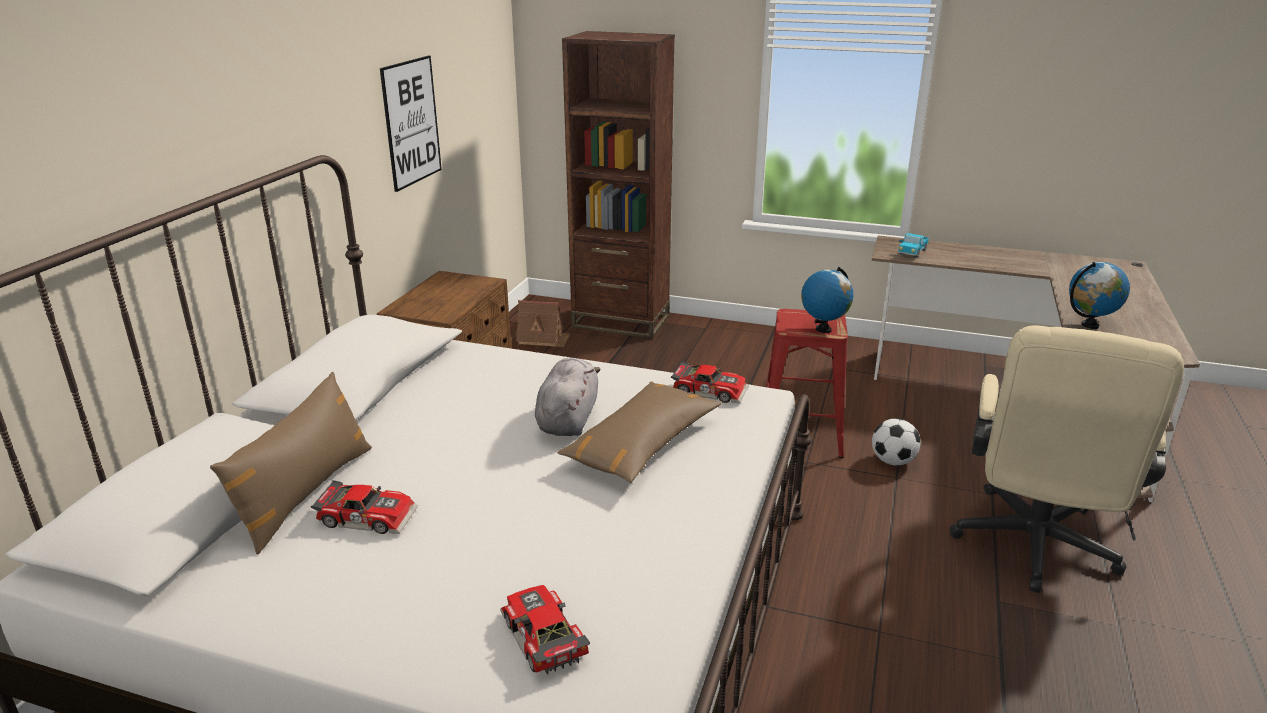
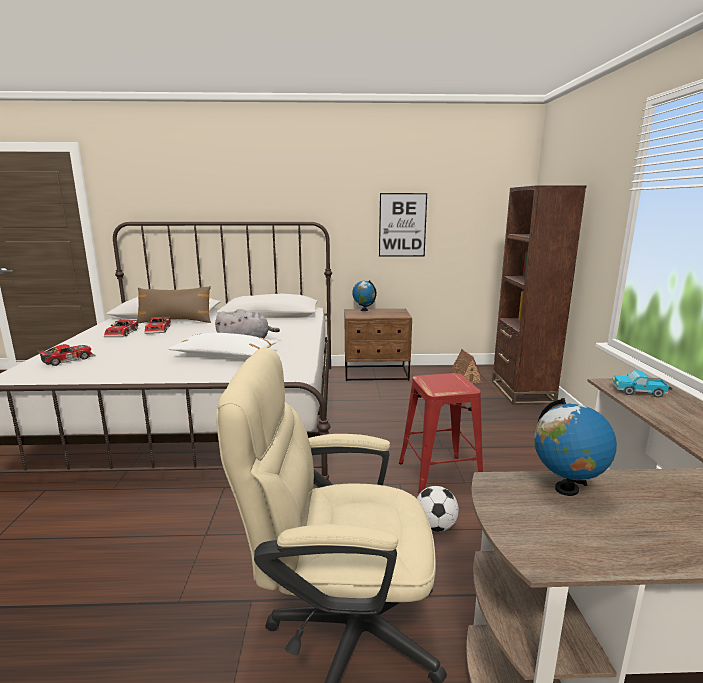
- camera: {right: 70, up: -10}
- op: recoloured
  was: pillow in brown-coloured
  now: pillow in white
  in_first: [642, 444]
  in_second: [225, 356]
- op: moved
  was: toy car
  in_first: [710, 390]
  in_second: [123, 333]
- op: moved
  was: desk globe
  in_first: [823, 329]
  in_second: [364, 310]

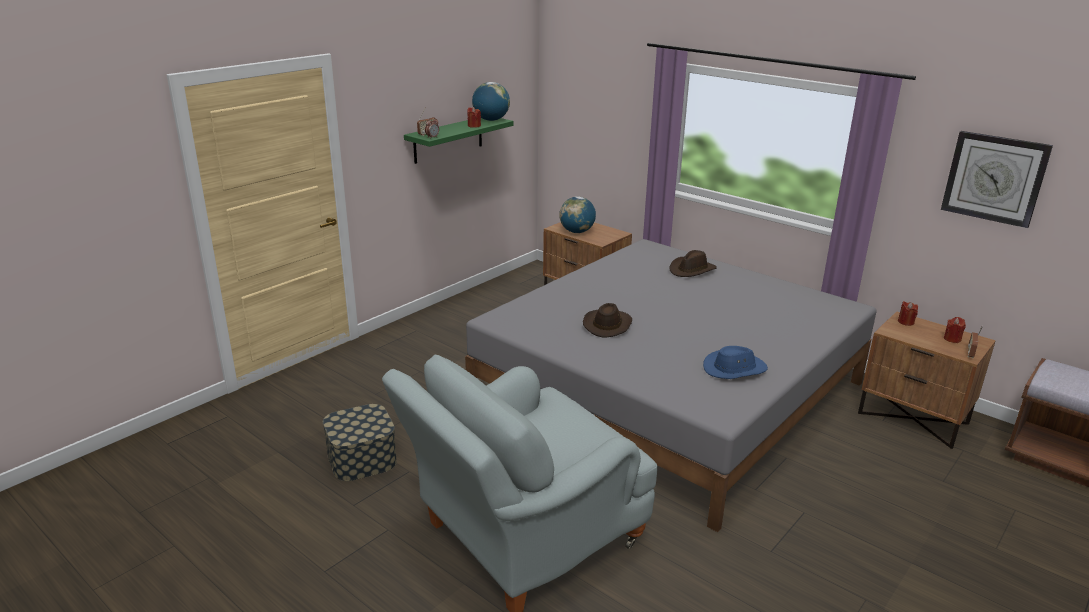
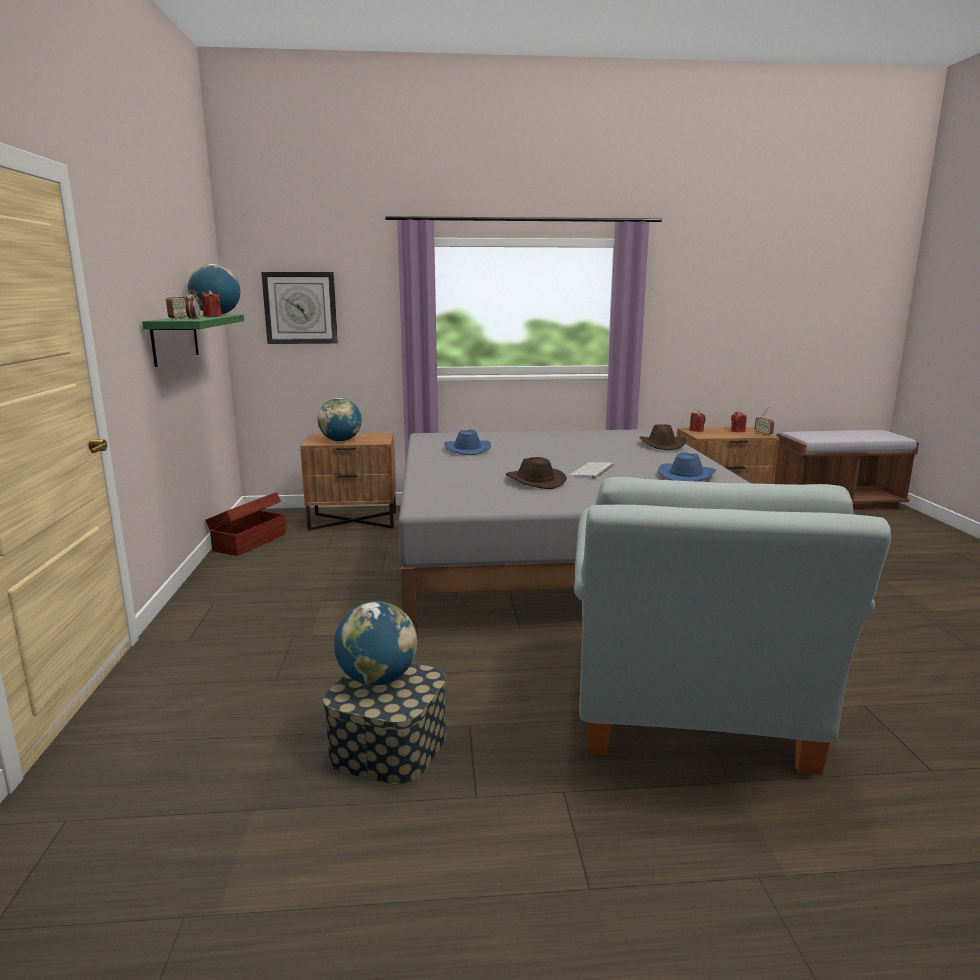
- camera: {right: -45, up: -10}
- op: moved
  was: hat in brown-coloured
  in_first: [692, 270]
  in_second: [662, 445]
- op: moved
  was: hanging clock
  in_first: [994, 178]
  in_second: [300, 308]
- op: added
  now: storage bin in brown-coloured
  in_second: [248, 542]
- op: added
  now: desk globe
  in_second: [377, 679]
- op: added
  now: hat in blue-coloured
  in_second: [467, 449]
- op: added
  now: computer keyboard
  in_second: [592, 471]

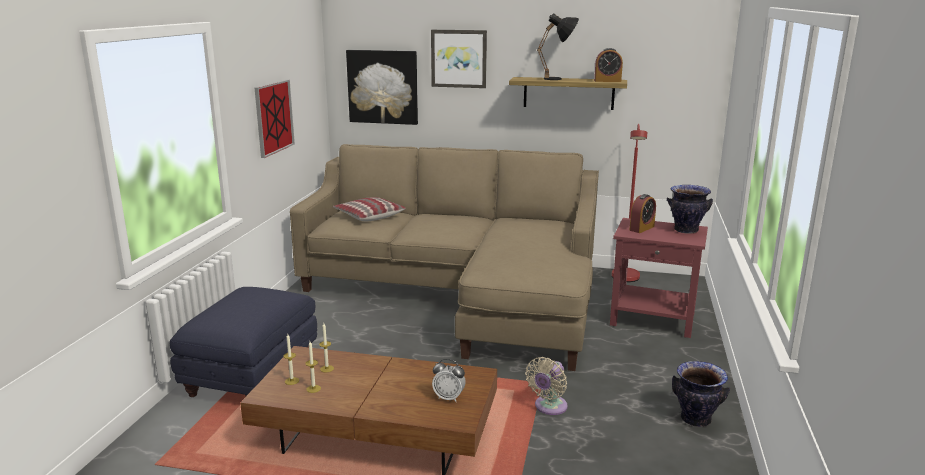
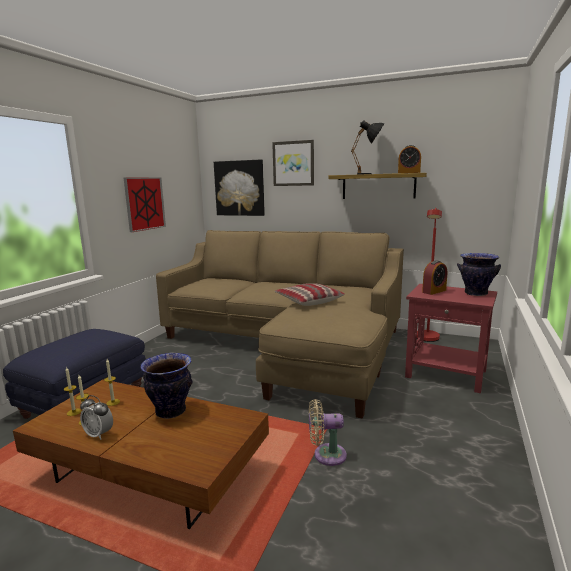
- camera: {right: 10, up: -5}
- op: moved
  was: pillow
  in_first: [369, 216]
  in_second: [308, 301]
- op: moved
  was: alarm clock
  in_first: [449, 398]
  in_second: [99, 434]
- op: turned
  was: cooling fan in beige-coloured
  in_first: [549, 407]
  in_second: [326, 455]
  clockwise: 45
- op: moved
  was: vase
  in_first: [695, 420]
  in_second: [170, 412]

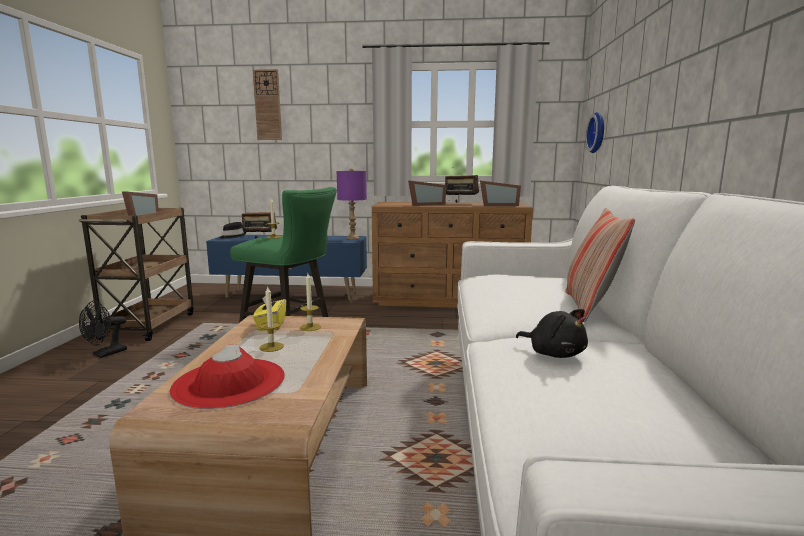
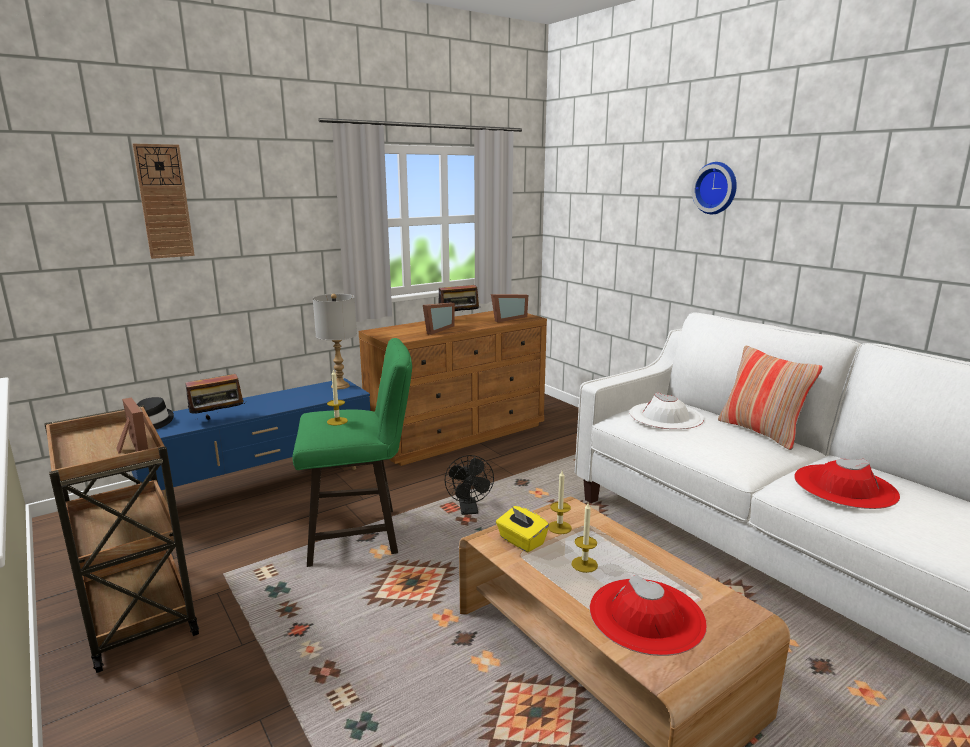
- camera: {right: -40, up: 5}
- op: moved
  was: cooling fan in black-coloured
  in_first: [105, 354]
  in_second: [469, 510]
- op: recoloured
  was: table lamp in purple
  now: table lamp in grey
  in_first: [353, 238]
  in_second: [340, 386]
- op: replaced
  was: plush toy in black-coloured
  now: hat in reddish
  in_first: [554, 353]
  in_second: [844, 486]
- op: moved
  was: hanging clock
  in_first: [598, 132]
  in_second: [716, 188]
- op: added
  now: hat in white
  in_second: [666, 416]

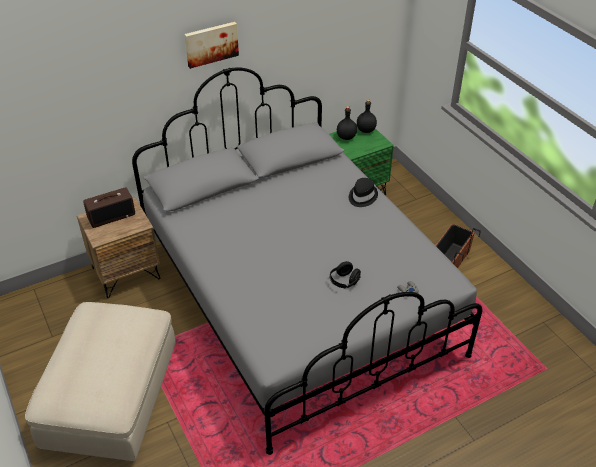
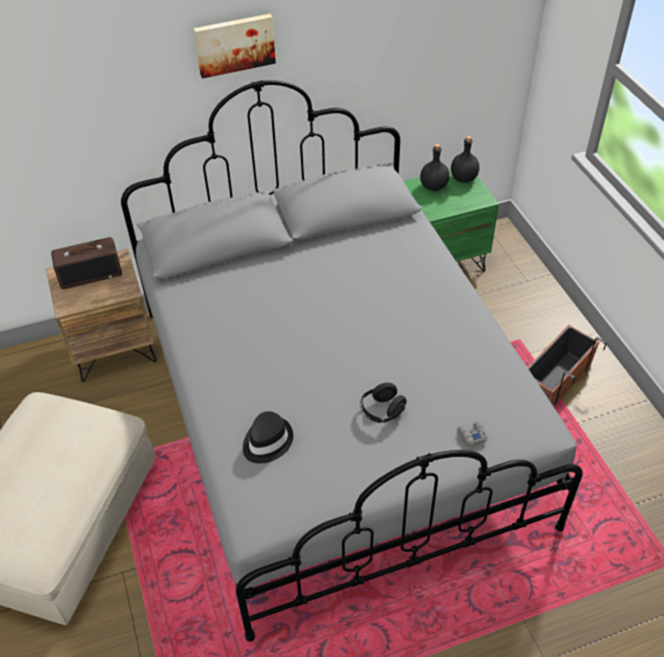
- camera: {right: 10, up: 5}
- op: moved
  was: hat in black-coloured
  in_first: [362, 196]
  in_second: [266, 441]

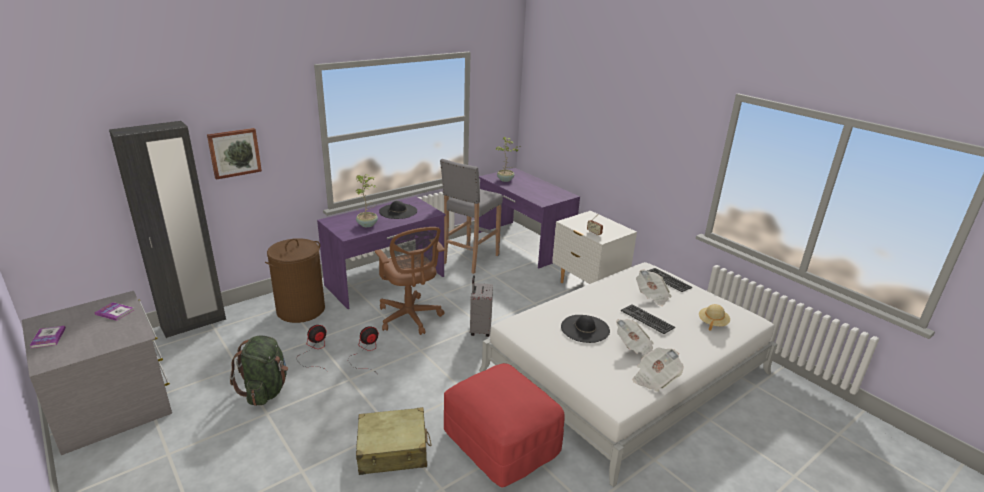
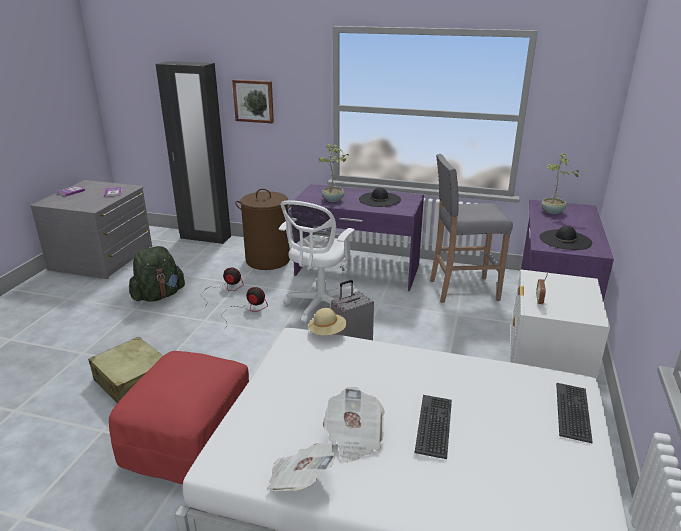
- camera: {right: 55, up: 0}
- op: recoloured
  was: computer chair in brown-coloured
  now: computer chair in white
  in_first: [410, 318]
  in_second: [320, 306]
- op: moved
  was: hat in black-coloured
  in_first: [585, 328]
  in_second: [565, 240]
- op: removed
  was: daily paper
  in_first: [652, 296]
- op: moved
  was: hat in beige-coloured
  in_first: [712, 323]
  in_second: [327, 332]

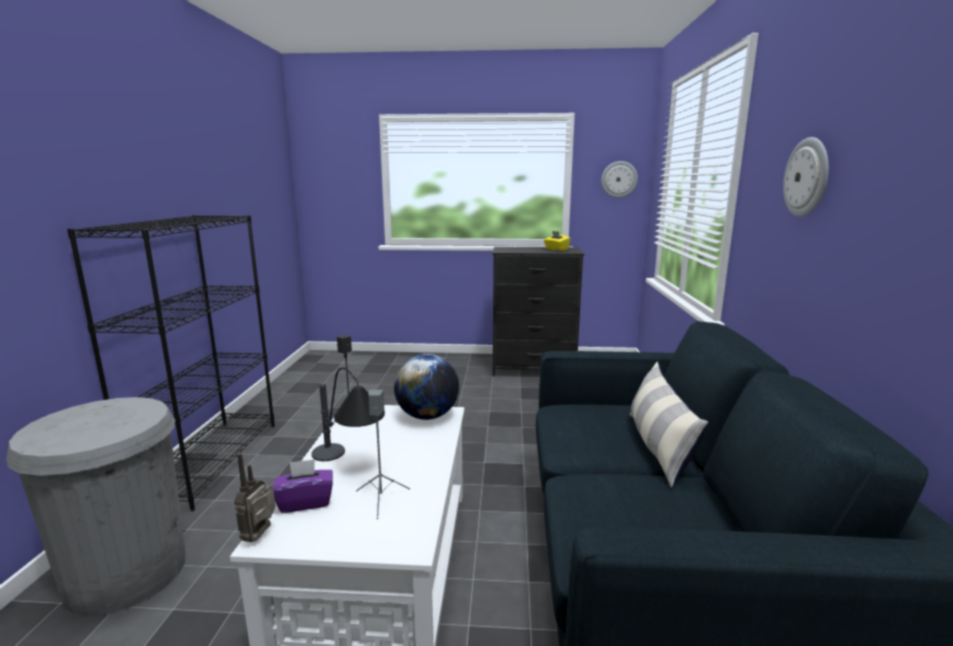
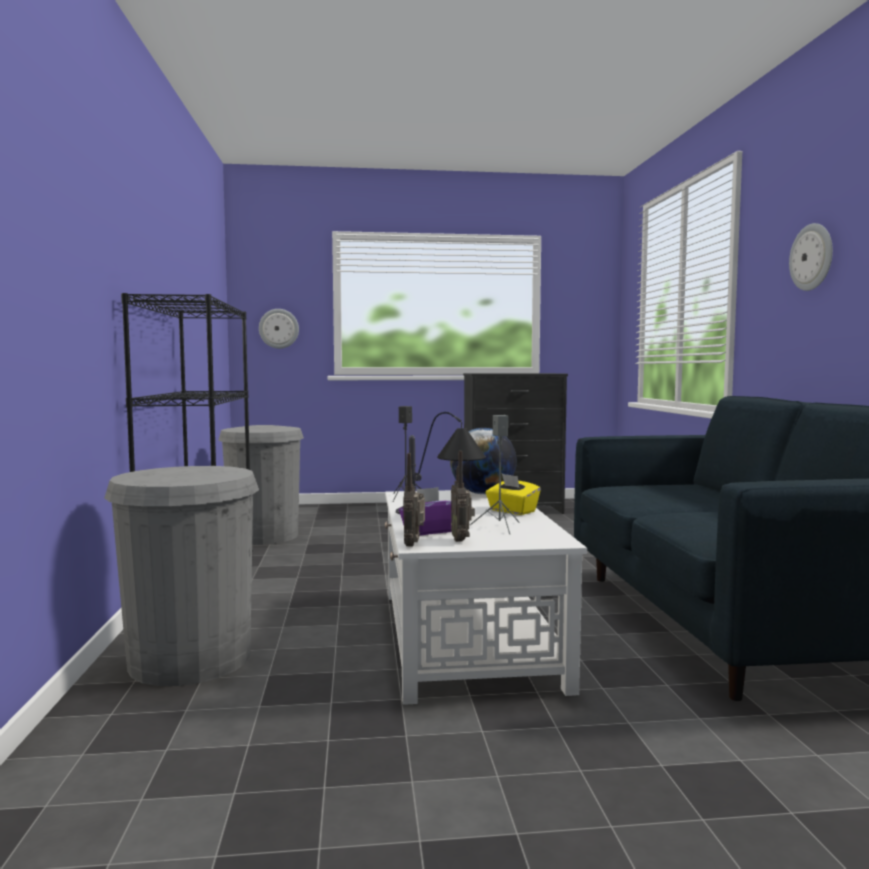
- camera: {right: -10, up: -10}
- op: moved
  was: tissue holder in yellow
  in_first: [556, 249]
  in_second: [512, 511]
- op: moved
  was: hanging clock
  in_first: [619, 179]
  in_second: [279, 328]
- op: removed
  was: pillow
  in_first: [658, 447]
- op: added
  now: waste bin in grey
  in_second: [263, 536]
- op: added
  now: radio
  in_second: [462, 540]

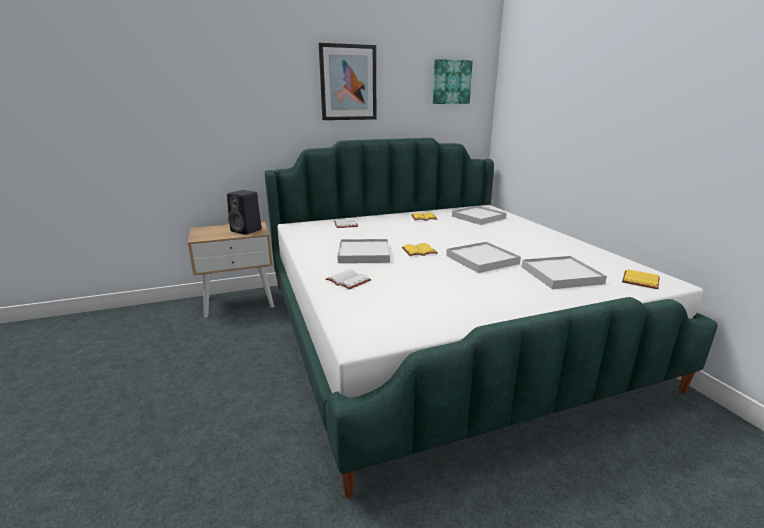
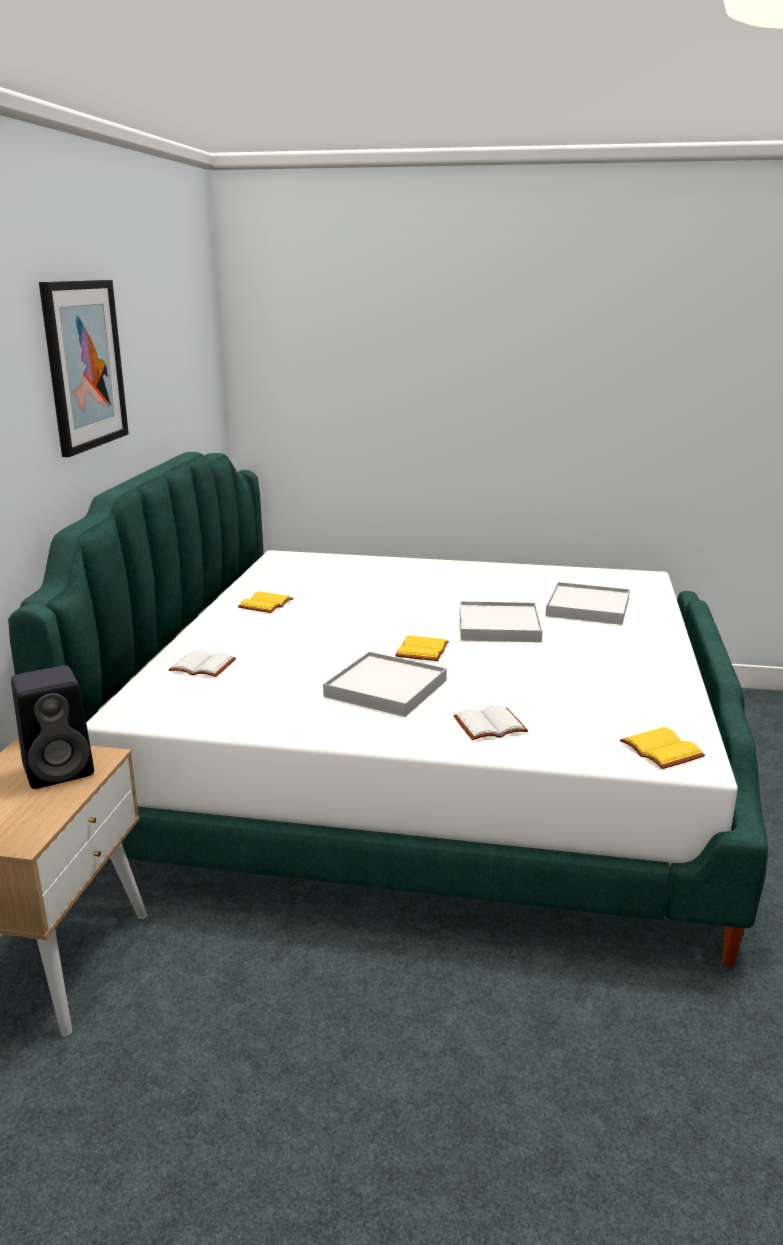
- camera: {right: -60, up: 0}
- op: removed
  was: wall art
  in_first: [451, 82]
- op: removed
  was: carrying tray in white
  in_first: [478, 217]
- op: moved
  was: bound book in yellow
  in_first: [639, 280]
  in_second: [659, 750]

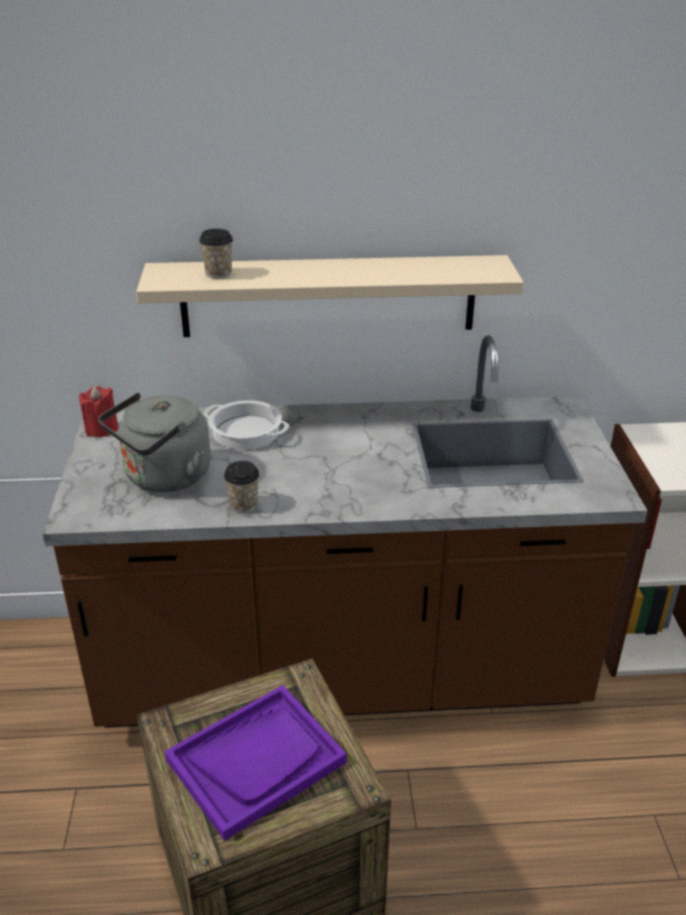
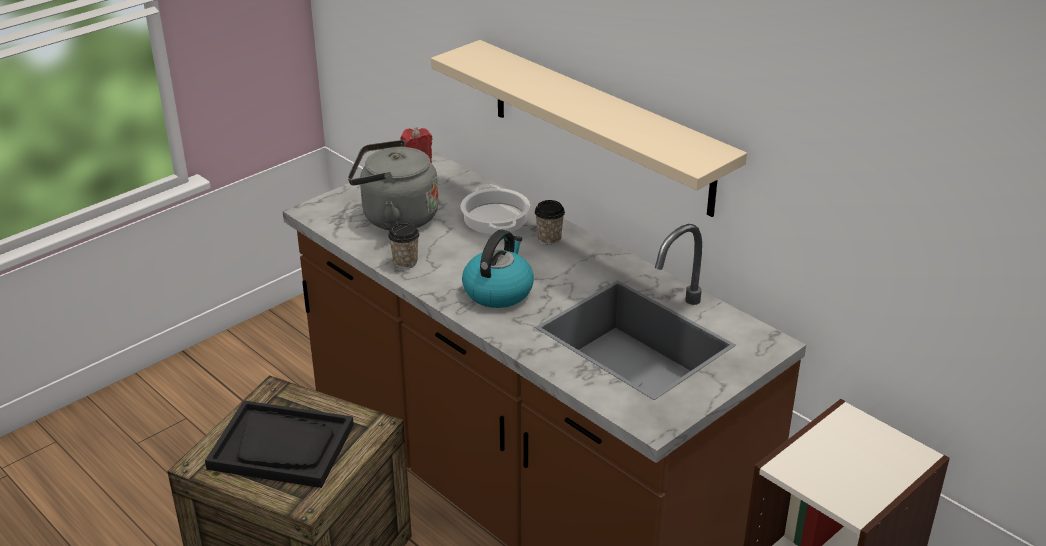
- camera: {right: 50, up: 0}
- op: recoloured
  was: carrying tray in purple
  now: carrying tray in black-coloured
  in_first: [256, 761]
  in_second: [282, 446]
- op: moved
  was: cup
  in_first: [218, 273]
  in_second: [549, 239]
- op: added
  now: kettle
  in_second: [498, 291]

